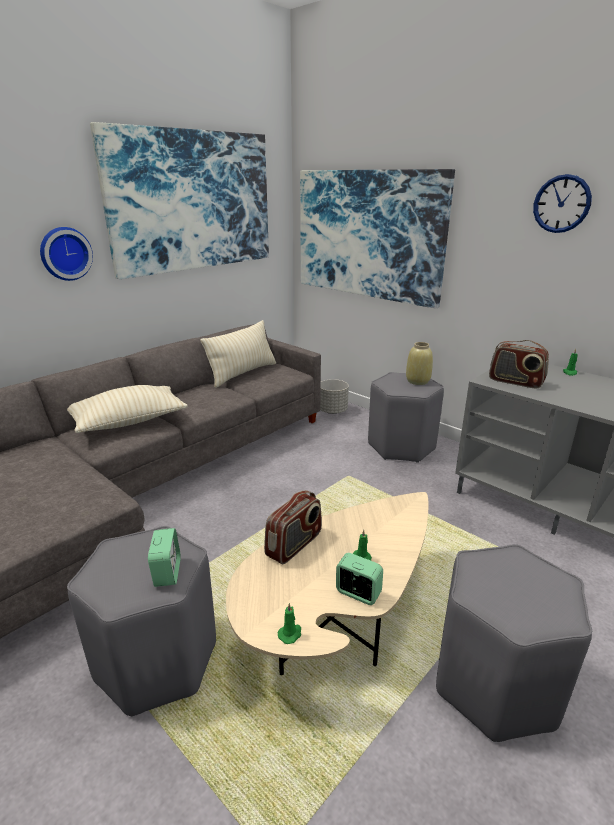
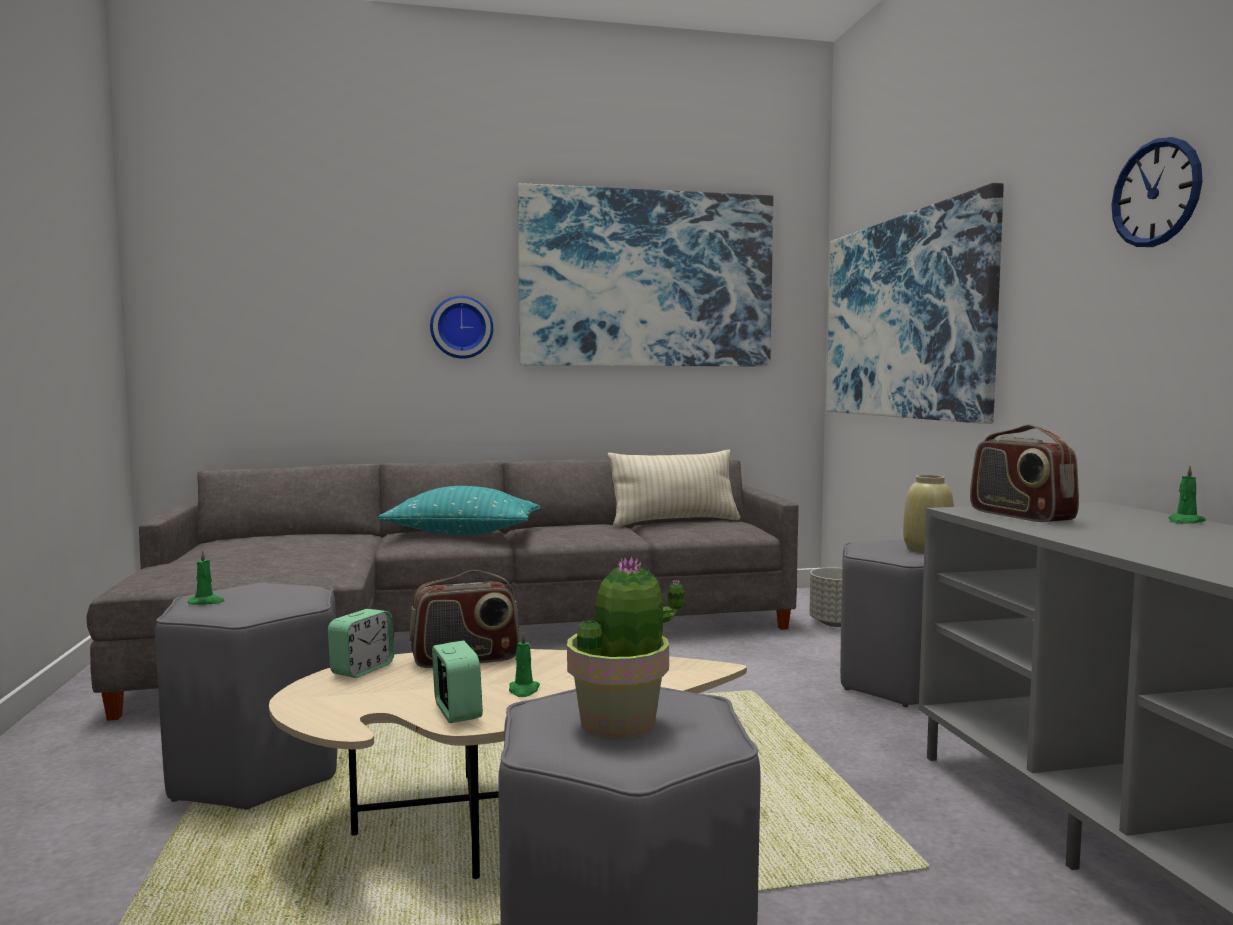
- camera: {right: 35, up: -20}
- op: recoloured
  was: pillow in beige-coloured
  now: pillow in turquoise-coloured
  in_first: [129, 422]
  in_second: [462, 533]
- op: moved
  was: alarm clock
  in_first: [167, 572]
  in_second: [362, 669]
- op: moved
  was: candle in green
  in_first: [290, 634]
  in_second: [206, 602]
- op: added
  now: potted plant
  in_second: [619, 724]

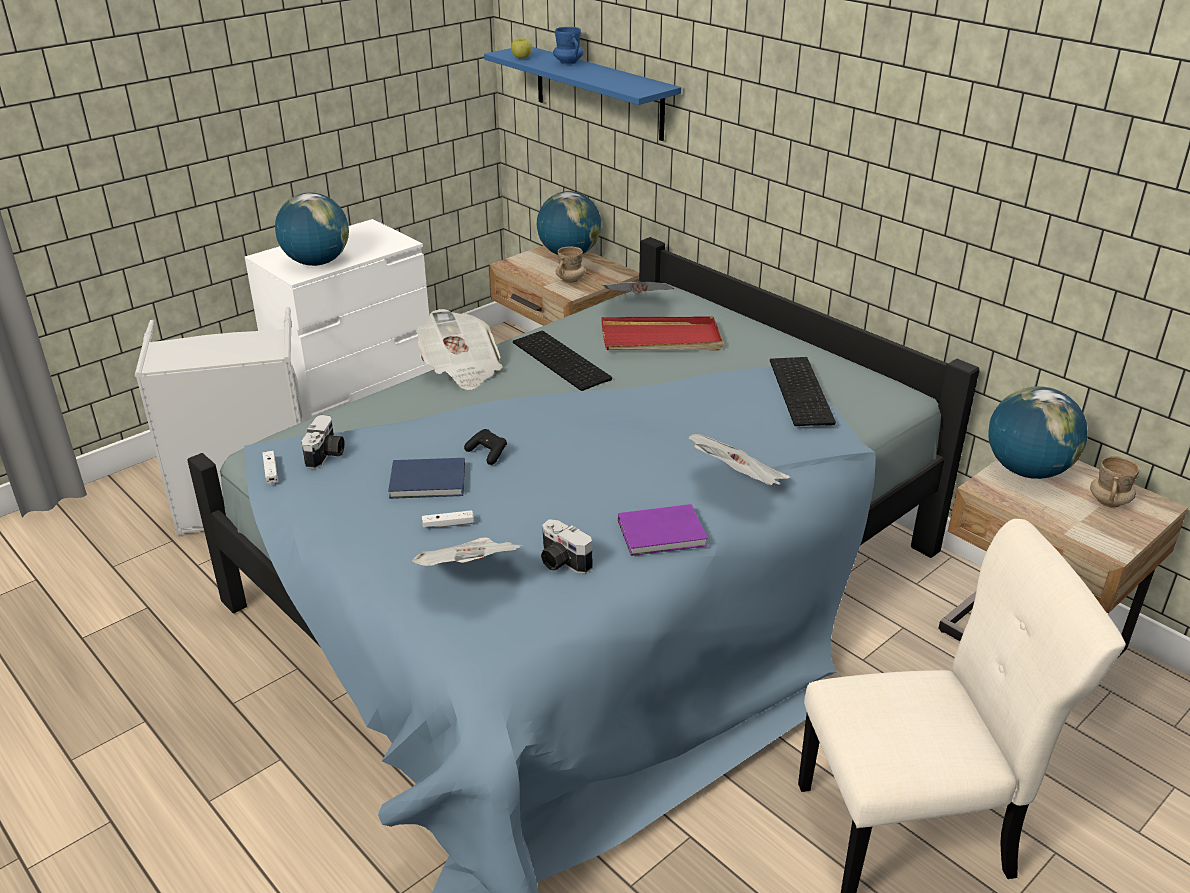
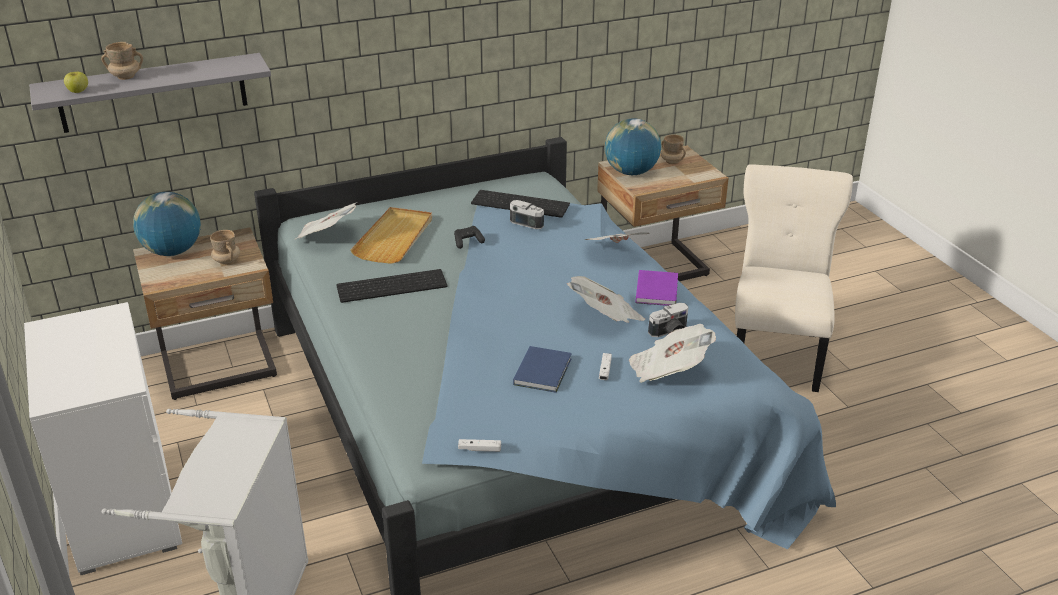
- camera: {right: -70, up: 0}
- op: removed
  was: desk globe
  in_first: [316, 262]
- op: moved
  was: still camera
  in_first: [327, 455]
  in_second: [529, 221]
- op: moved
  was: daily paper
  in_first: [461, 369]
  in_second: [605, 318]
- op: moved
  was: joypad in black-coloured
  in_first: [487, 453]
  in_second: [468, 242]
- op: recoloured
  was: bracket shelf in blue-coloured
  now: bracket shelf in grey
  in_first: [598, 92]
  in_second: [153, 93]
- op: recoloured
  was: tea mug in blue-coloured
  now: tea mug in beige-coloured
  in_first: [568, 63]
  in_second: [126, 77]
- op: recoloured
  was: carrying tray in reddish
  now: carrying tray in beige-coloured
  in_first: [661, 339]
  in_second: [394, 238]

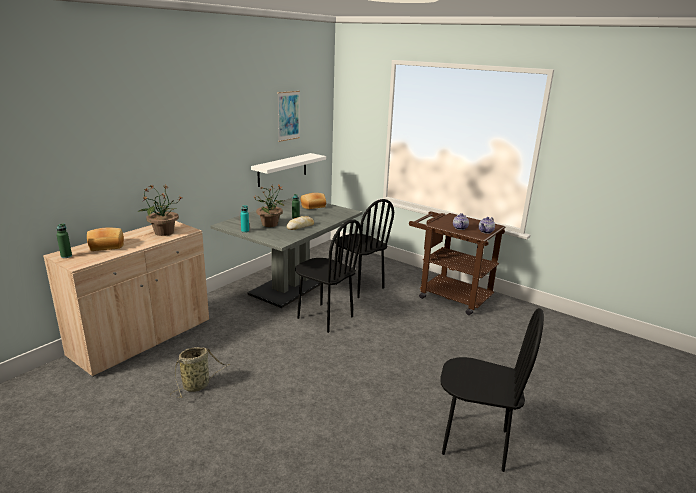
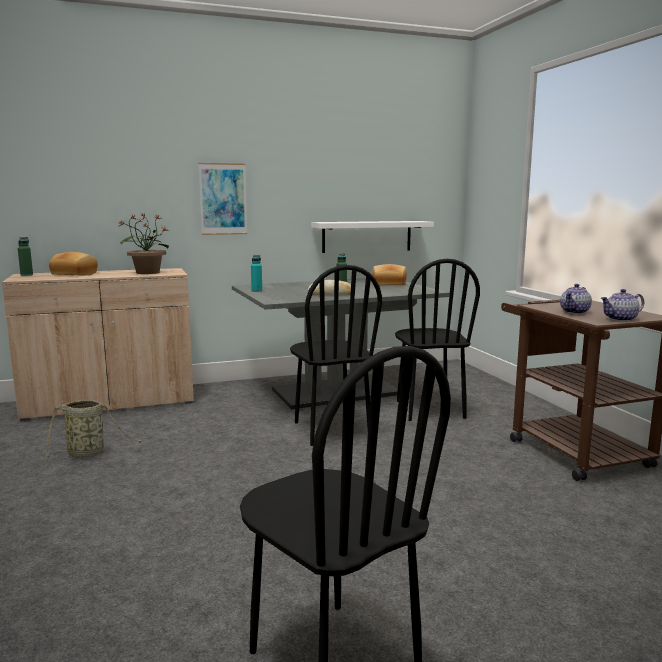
- camera: {right: 35, up: -10}
- op: removed
  was: potted plant
  in_first: [270, 224]
- op: moved
  was: wall art
  in_first: [288, 116]
  in_second: [223, 199]

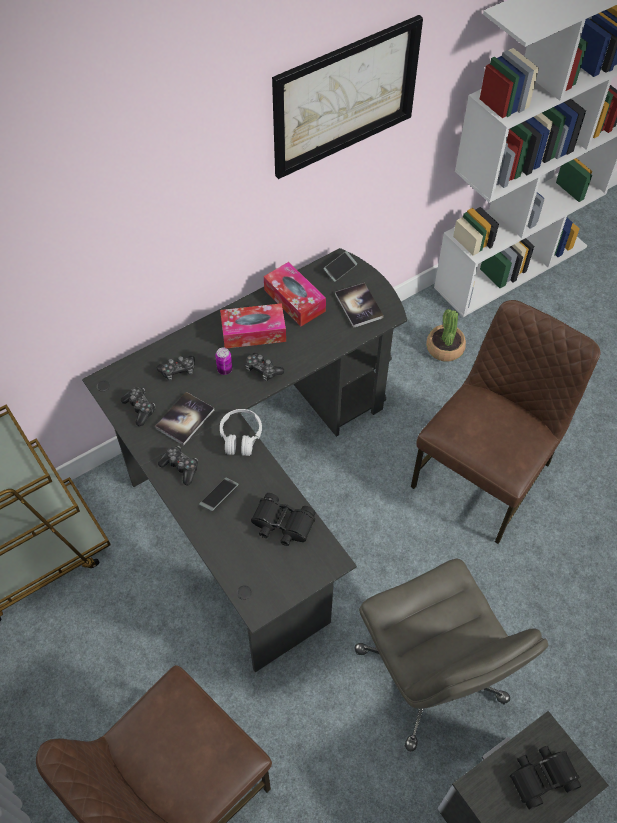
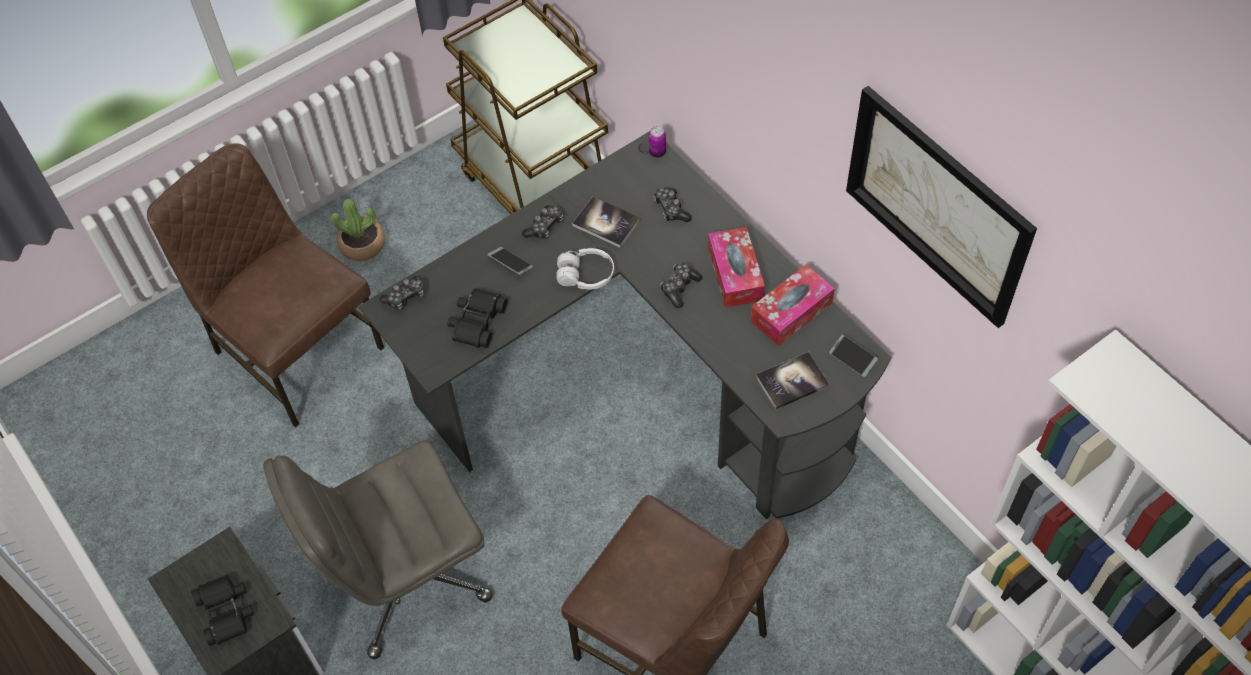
- camera: {right: 90, up: 0}
- op: moved
  was: joypad
  in_first: [140, 408]
  in_second: [405, 297]
- op: moved
  was: sealed can
  in_first: [224, 369]
  in_second: [657, 152]
- op: moved
  was: potted plant
  in_first: [444, 348]
  in_second: [362, 244]

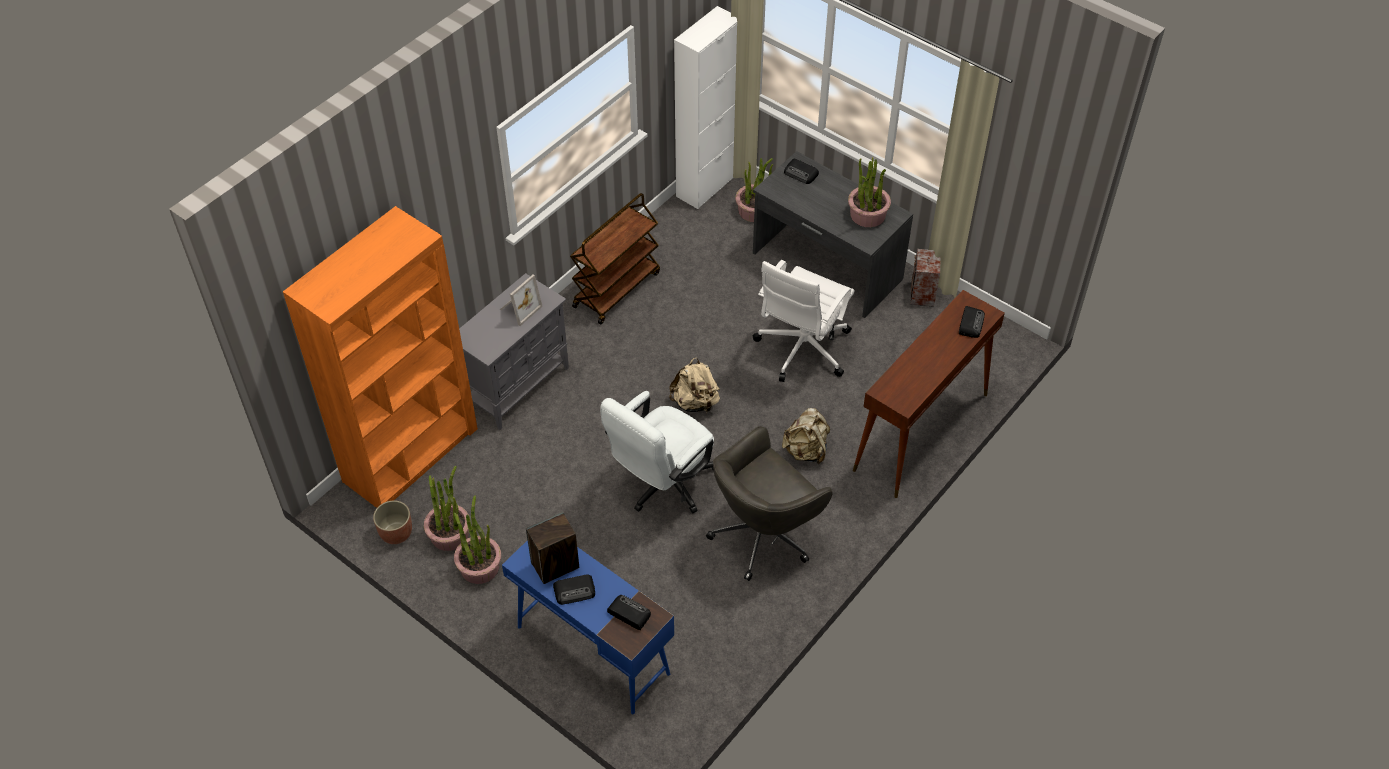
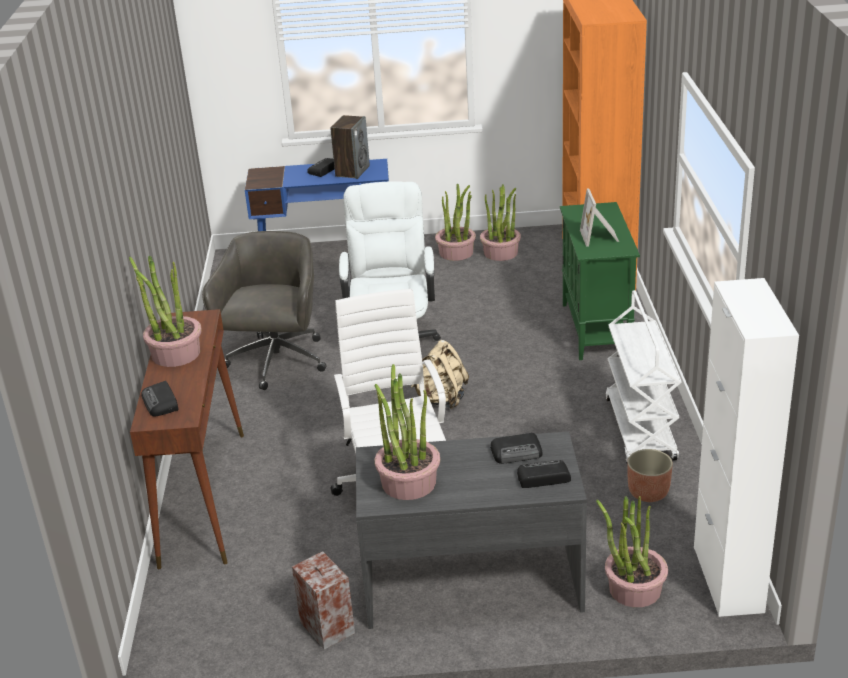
- camera: {right: 140, up: -20}
- op: moved
  was: flower pot
  in_first: [396, 532]
  in_second: [648, 493]
- op: recoloured
  was: cabinet in grey
  now: cabinet in green
  in_first: [518, 386]
  in_second: [596, 330]
- op: recoloured
  was: trolley in brown-coloured
  now: trolley in white
  in_first: [616, 289]
  in_second: [641, 430]
- op: moved
  was: radio
  in_first: [628, 613]
  in_second: [517, 452]
- op: removed
  was: rucksack in beige-coloured
  in_first: [806, 450]
- op: added
  now: potted plant
  in_second: [175, 353]

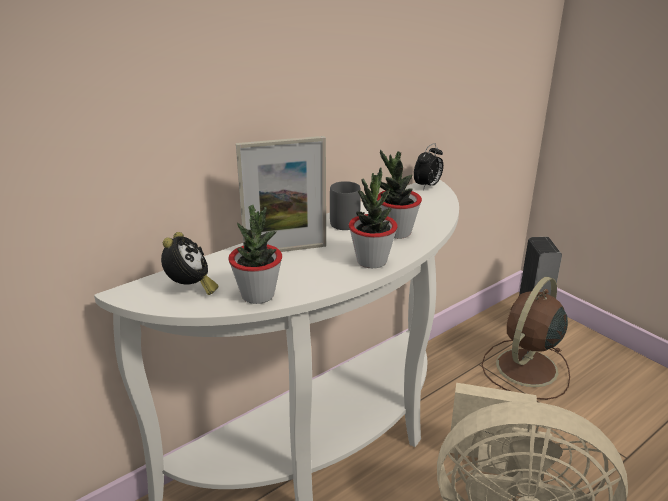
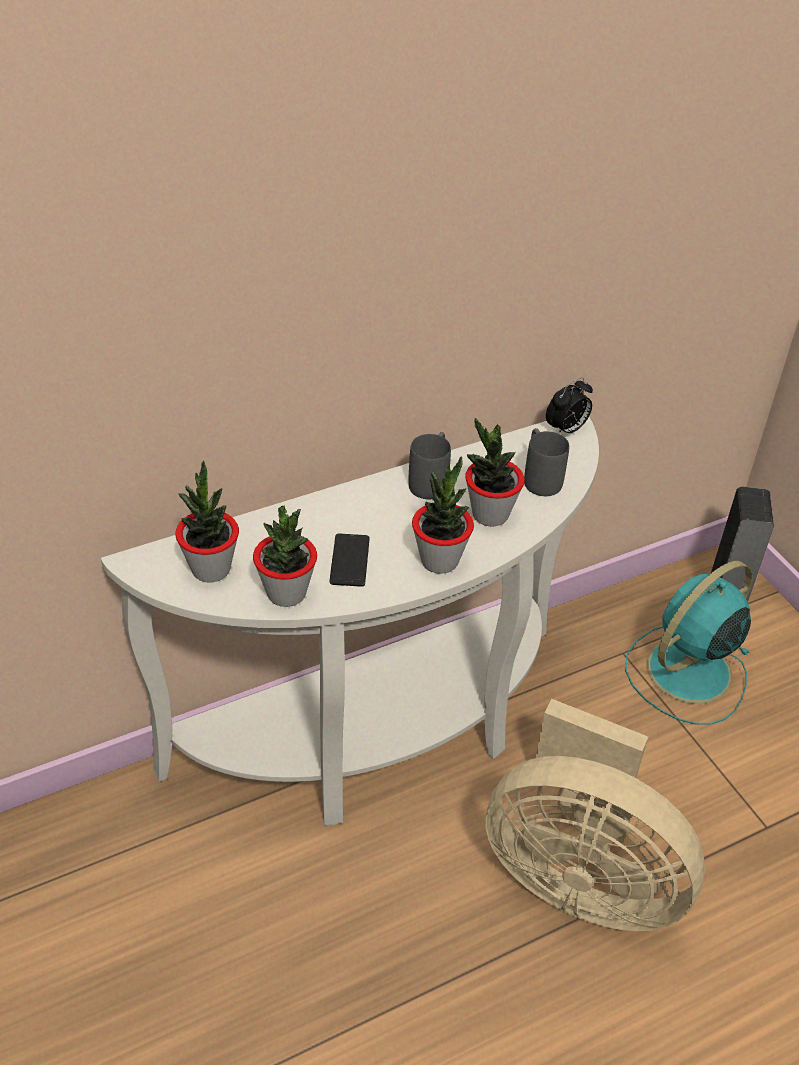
- camera: {right: 10, up: 15}
- op: replaced
  was: alarm clock
  now: potted plant
  in_first: [190, 289]
  in_second: [211, 568]
- op: removed
  was: photo frame
  in_first: [285, 250]
- op: recoloured
  was: cooling fan in brown-coloured
  now: cooling fan in turquoise-coloured
  in_first: [525, 369]
  in_second: [686, 672]
- op: added
  now: phone
  in_second: [349, 560]
- op: added
  now: tea mug in grey
  in_second: [539, 477]

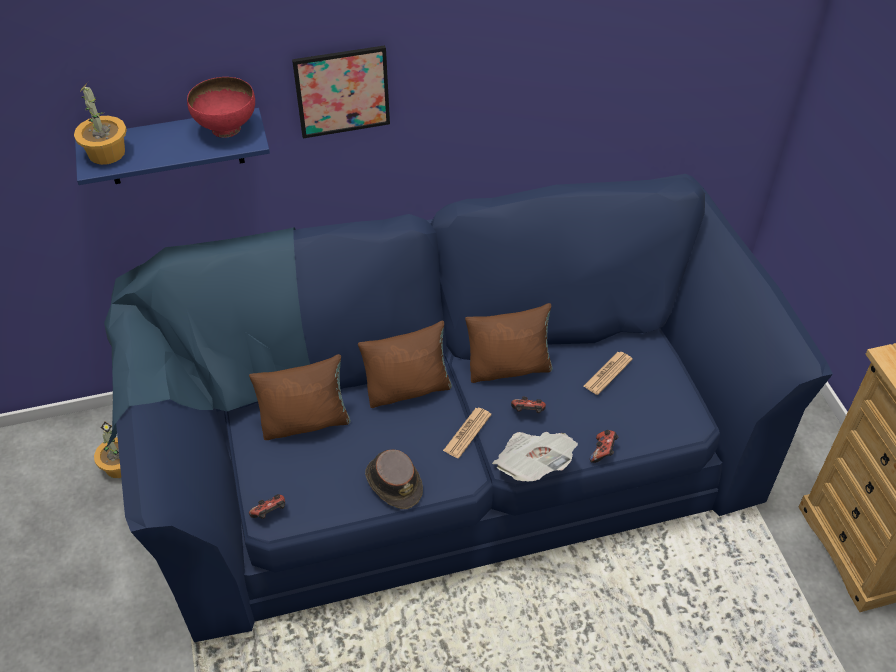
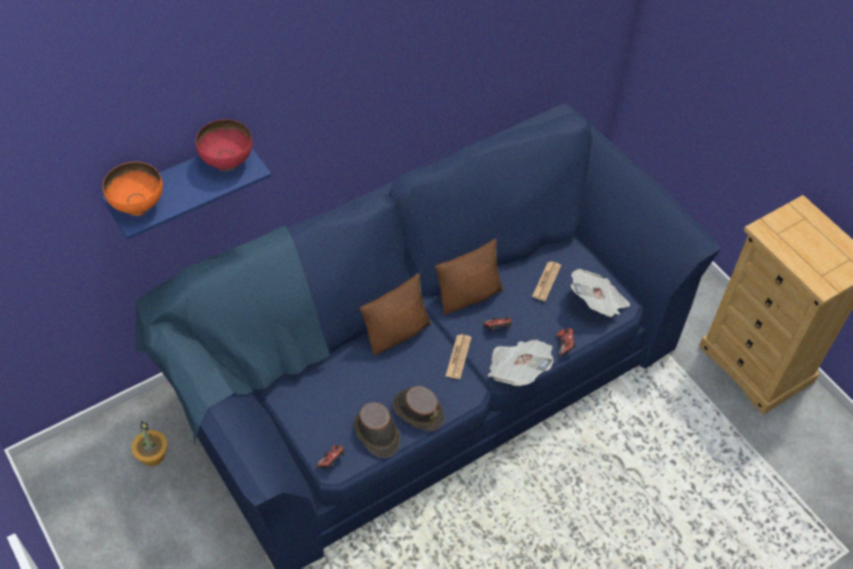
- camera: {right: -20, up: 5}
- op: replaced
  was: potted plant
  now: serving bowl in orangey
  in_first: [107, 153]
  in_second: [138, 206]
- op: removed
  was: pillow in brown-coloured
  in_first: [306, 422]
- op: removed
  was: wall art
  in_first: [342, 91]
- op: added
  now: hat in brown-coloured
  in_second: [376, 434]
- op: added
  now: daily paper
  in_second: [597, 303]

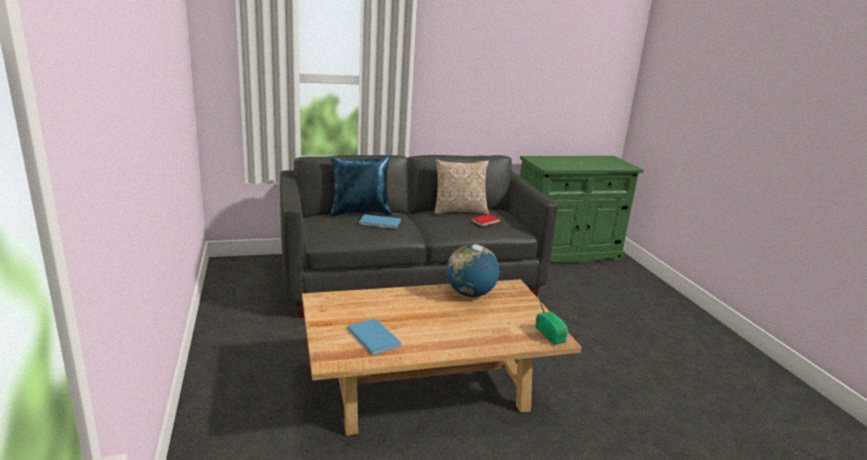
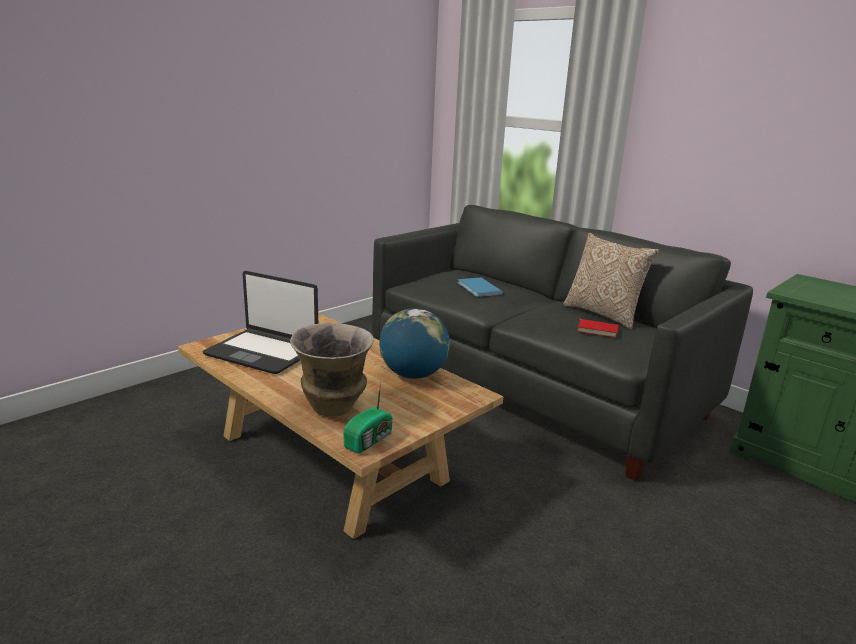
- camera: {right: 60, up: 0}
- op: removed
  was: pillow in blue-coloured
  in_first: [360, 212]
- op: replaced
  was: bound book in blue-coloured
  now: notebook computer
  in_first: [374, 336]
  in_second: [263, 352]
- op: added
  now: vase
  in_second: [334, 408]

